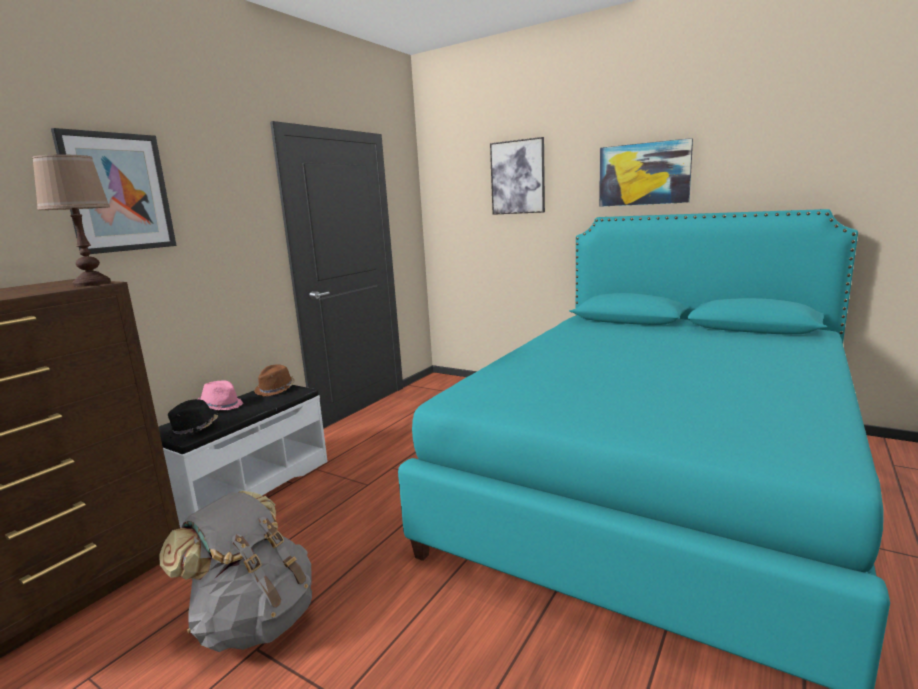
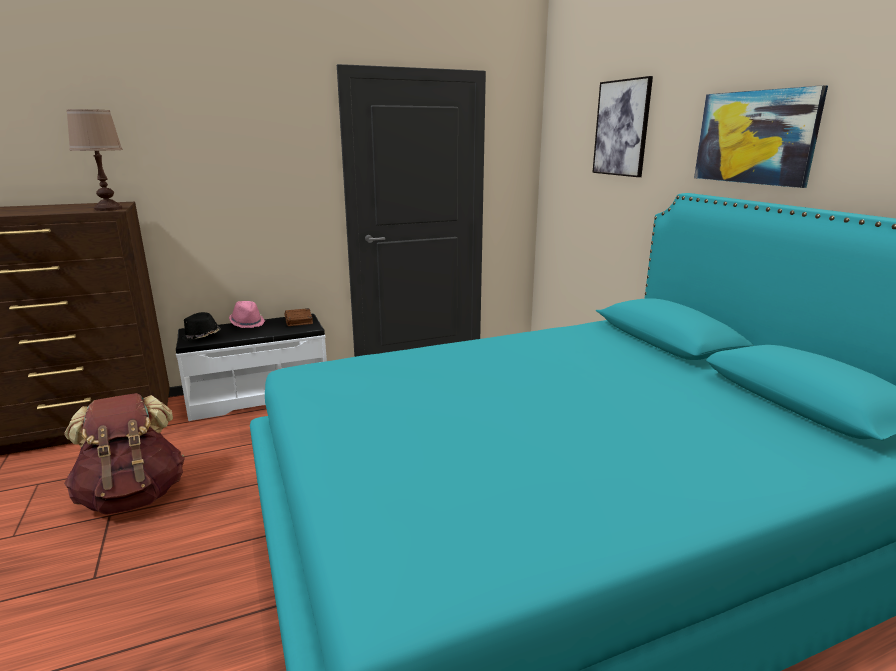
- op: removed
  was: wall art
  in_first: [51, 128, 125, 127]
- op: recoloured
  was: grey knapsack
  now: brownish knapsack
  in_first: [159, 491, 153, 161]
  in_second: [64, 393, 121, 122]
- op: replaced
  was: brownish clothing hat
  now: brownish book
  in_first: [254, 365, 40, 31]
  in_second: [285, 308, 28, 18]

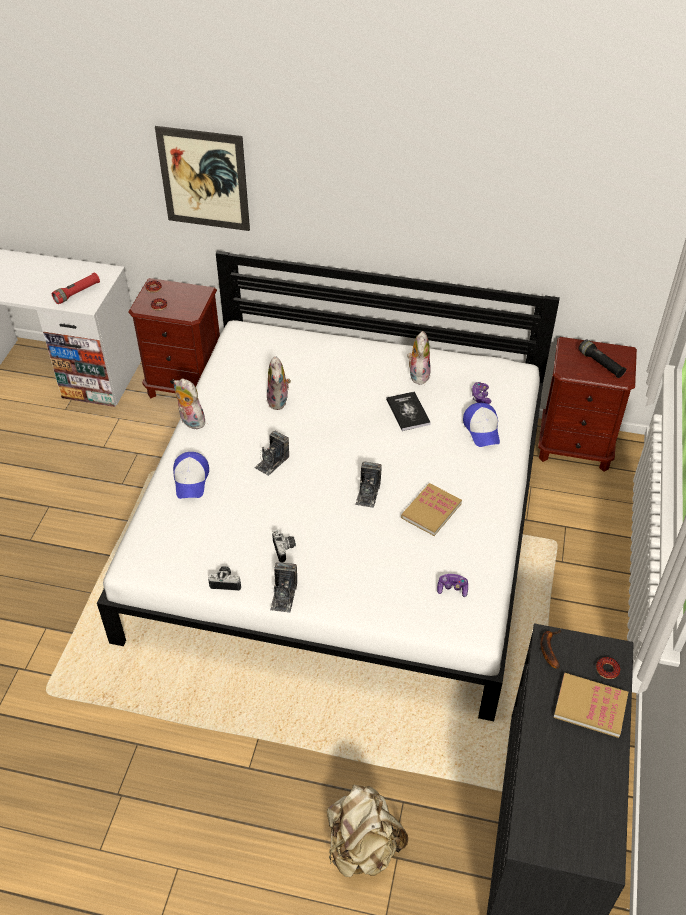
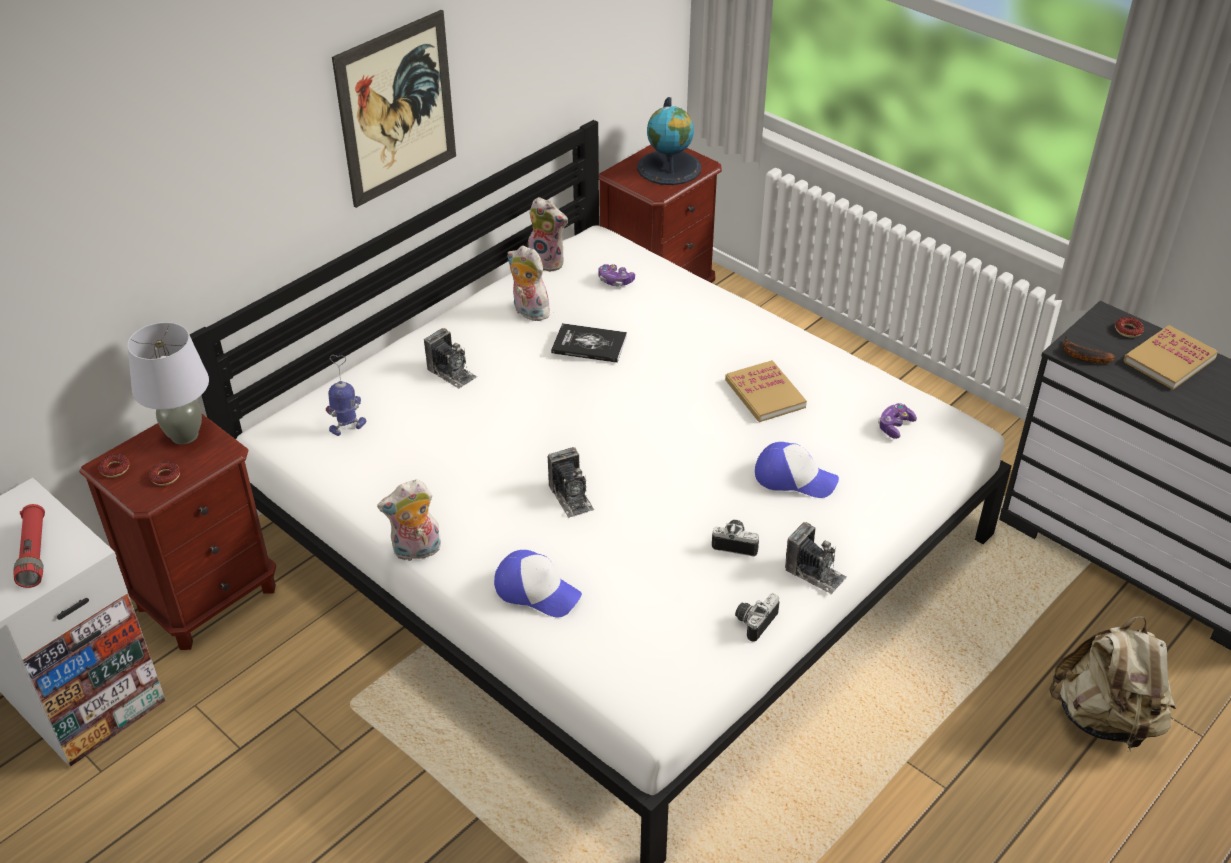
- op: moved
  was: wall art
  in_first: [155, 126, 95, 105]
  in_second: [332, 10, 124, 198]
- op: moved
  was: cuddly toy
  in_first: [267, 356, 24, 54]
  in_second: [528, 197, 40, 75]
- op: moved
  was: photo camera
  in_first: [355, 462, 27, 46]
  in_second: [424, 328, 53, 61]
- op: moved
  was: baseball cap
  in_first: [463, 403, 37, 44]
  in_second: [755, 442, 84, 56]
- op: replaced
  was: blackish hand torch
  now: world globe
  in_first: [579, 340, 47, 38]
  in_second: [637, 97, 64, 88]
- op: added
  now: grey lamp for a table
  in_second: [127, 322, 82, 123]
- op: added
  now: model robot
  in_second: [326, 355, 40, 81]

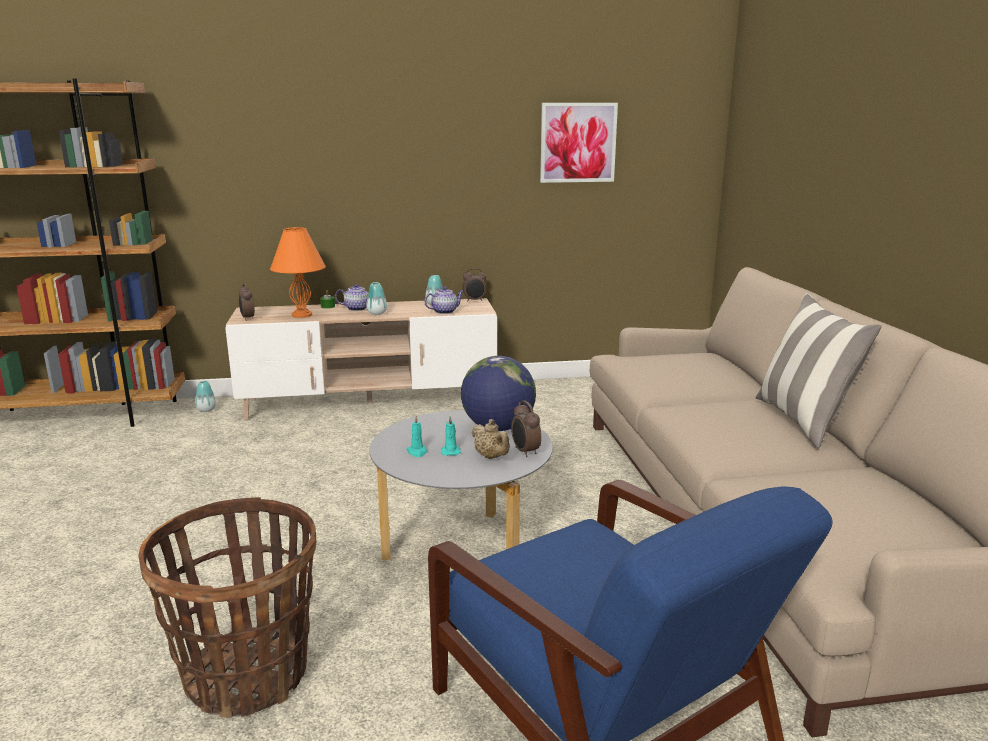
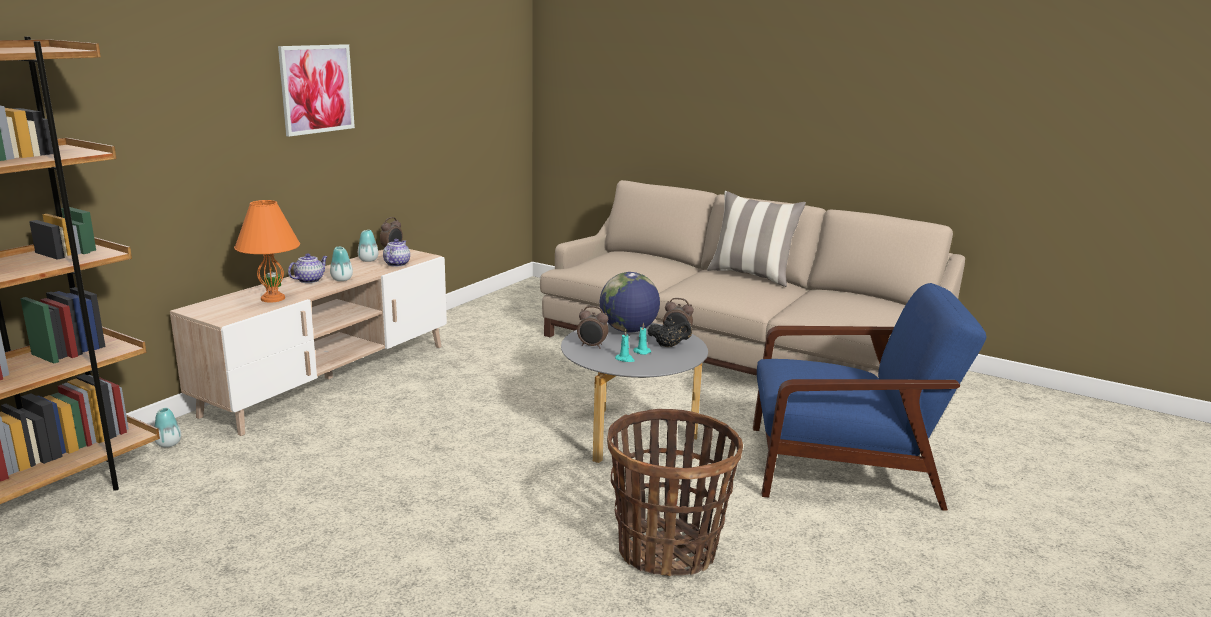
- op: moved
  was: bedside clock
  in_first: [239, 283, 16, 37]
  in_second: [577, 306, 31, 43]
- op: recoloured
  was: beige pot for tea
  now: blackish pot for tea
  in_first: [472, 419, 38, 40]
  in_second: [647, 316, 45, 31]
- op: moved
  was: wall art
  in_first: [540, 103, 78, 80]
  in_second: [278, 44, 77, 93]

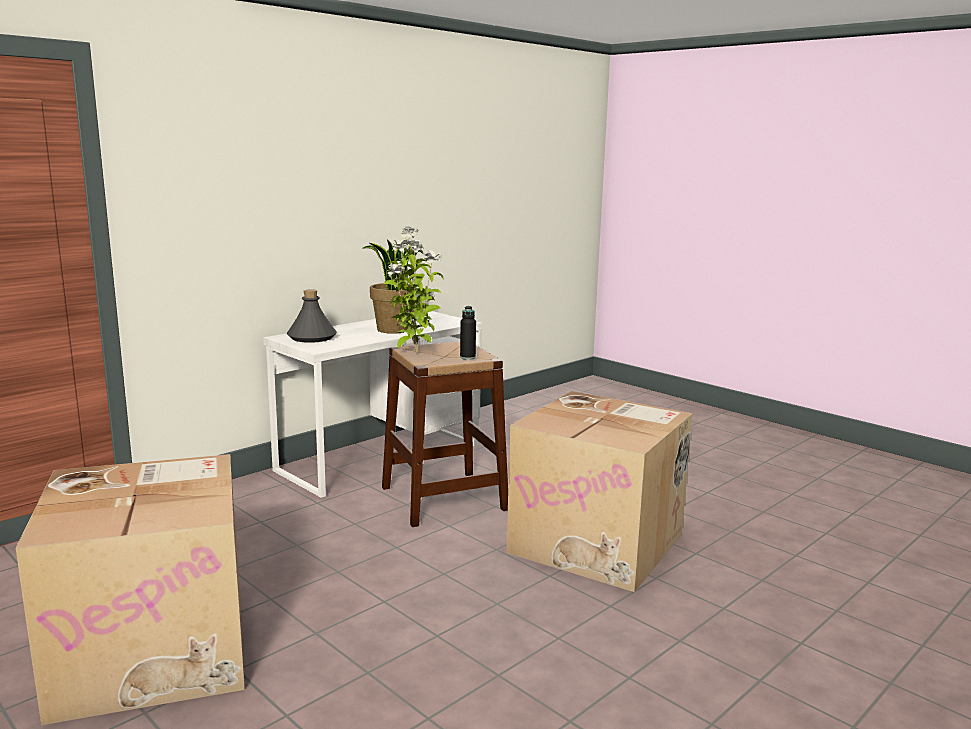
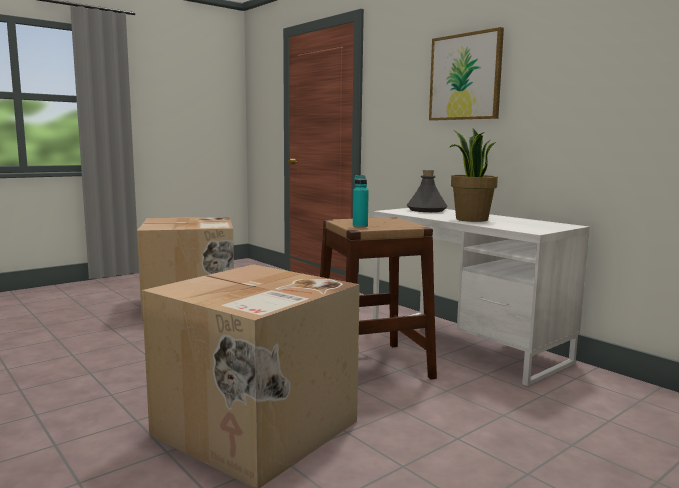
- op: removed
  was: potted plant
  in_first: [384, 227, 59, 126]
- op: recoloured
  was: blackish drink bottle
  now: turquoise drink bottle
  in_first: [460, 306, 16, 54]
  in_second: [353, 175, 16, 53]
- op: added
  now: wall art
  in_second: [429, 27, 75, 94]

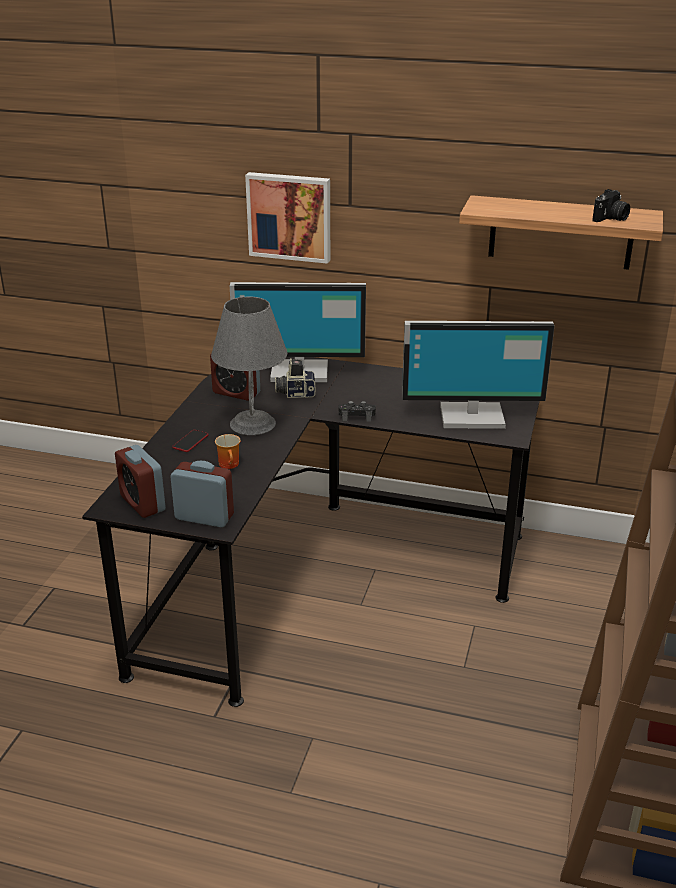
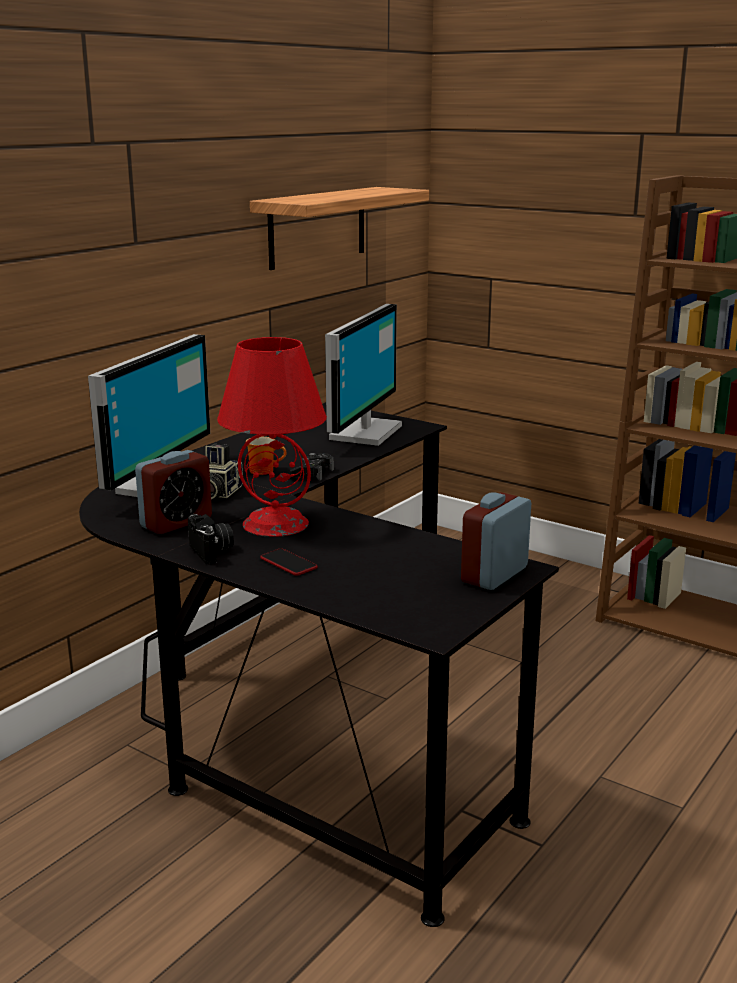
- op: removed
  was: bedside clock
  in_first: [115, 445, 51, 73]
- op: recoloured
  was: grey lamp for a table
  now: red lamp for a table
  in_first: [211, 296, 77, 139]
  in_second: [217, 337, 110, 200]
- op: moved
  was: mug
  in_first: [215, 434, 26, 35]
  in_second: [246, 437, 40, 38]
- op: removed
  was: wall art
  in_first: [245, 172, 85, 92]
- op: moved
  was: photo camera
  in_first: [592, 189, 38, 33]
  in_second: [188, 514, 46, 51]

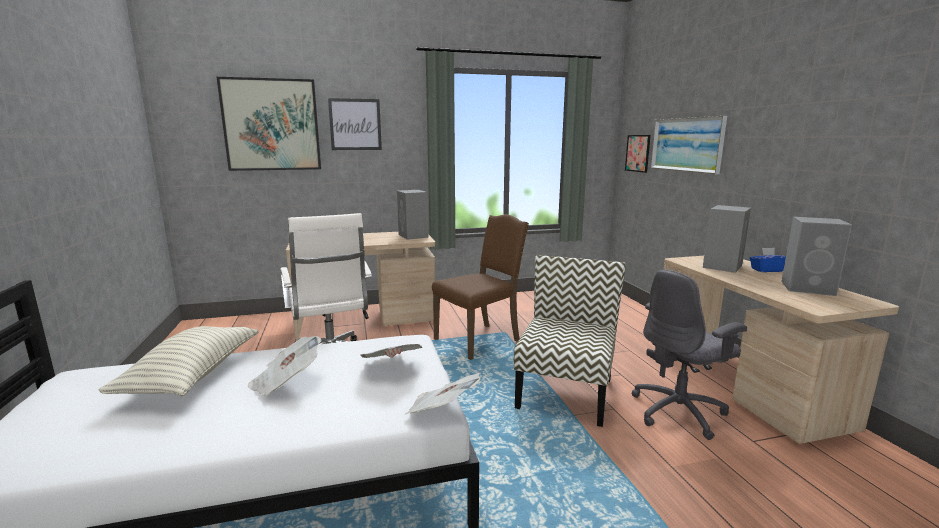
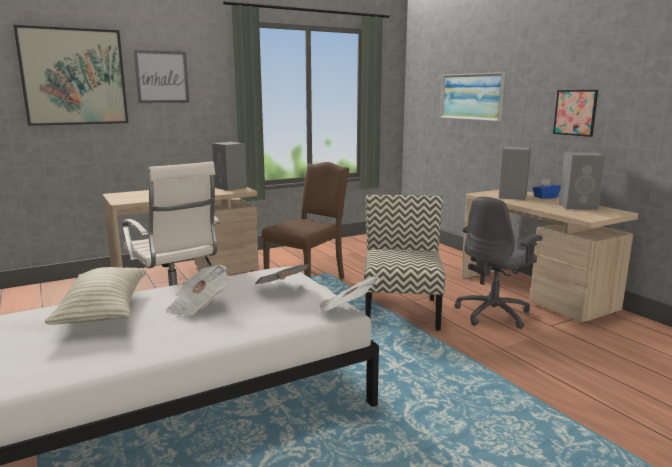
- op: moved
  was: wall art
  in_first: [625, 135, 26, 38]
  in_second: [553, 90, 45, 47]

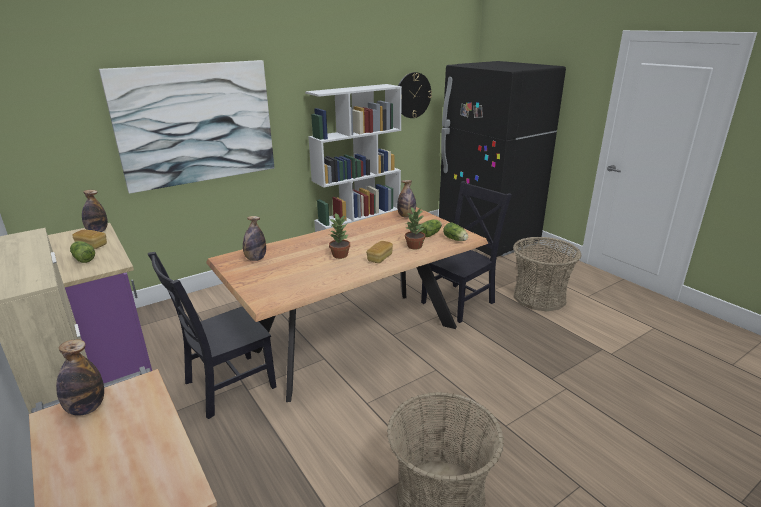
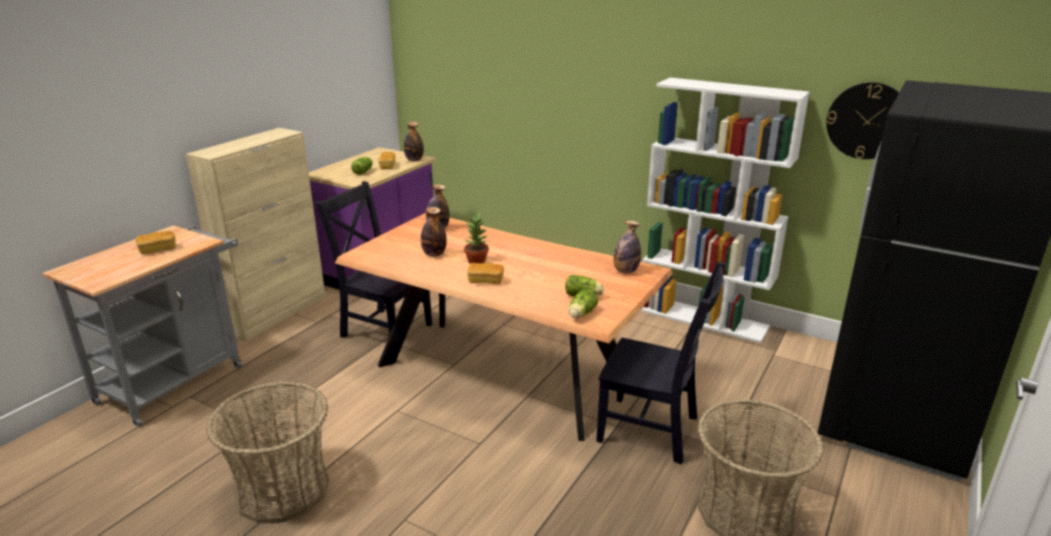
- op: moved
  was: drink bottle
  in_first: [56, 339, 48, 77]
  in_second: [421, 207, 26, 50]
- op: removed
  was: wall art
  in_first: [99, 60, 175, 134]
- op: removed
  was: potted plant
  in_first: [405, 207, 20, 42]
- op: added
  now: bread
  in_second: [136, 231, 40, 23]

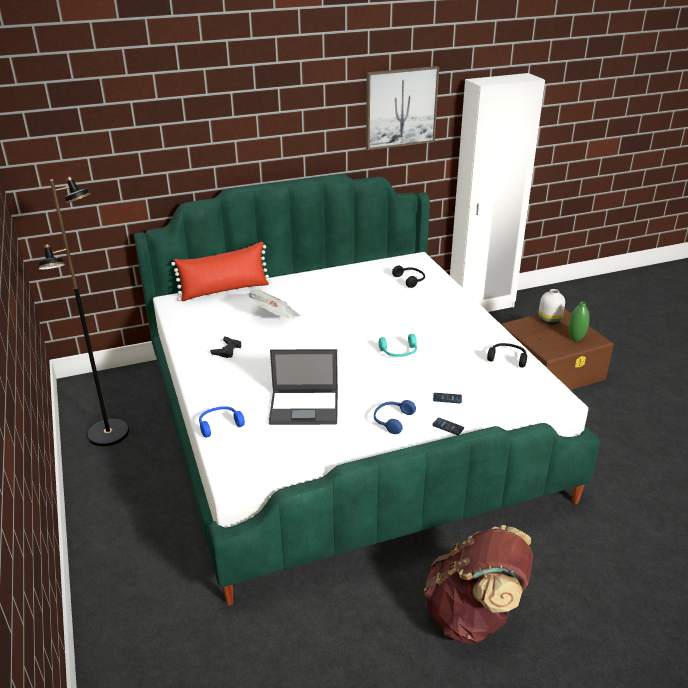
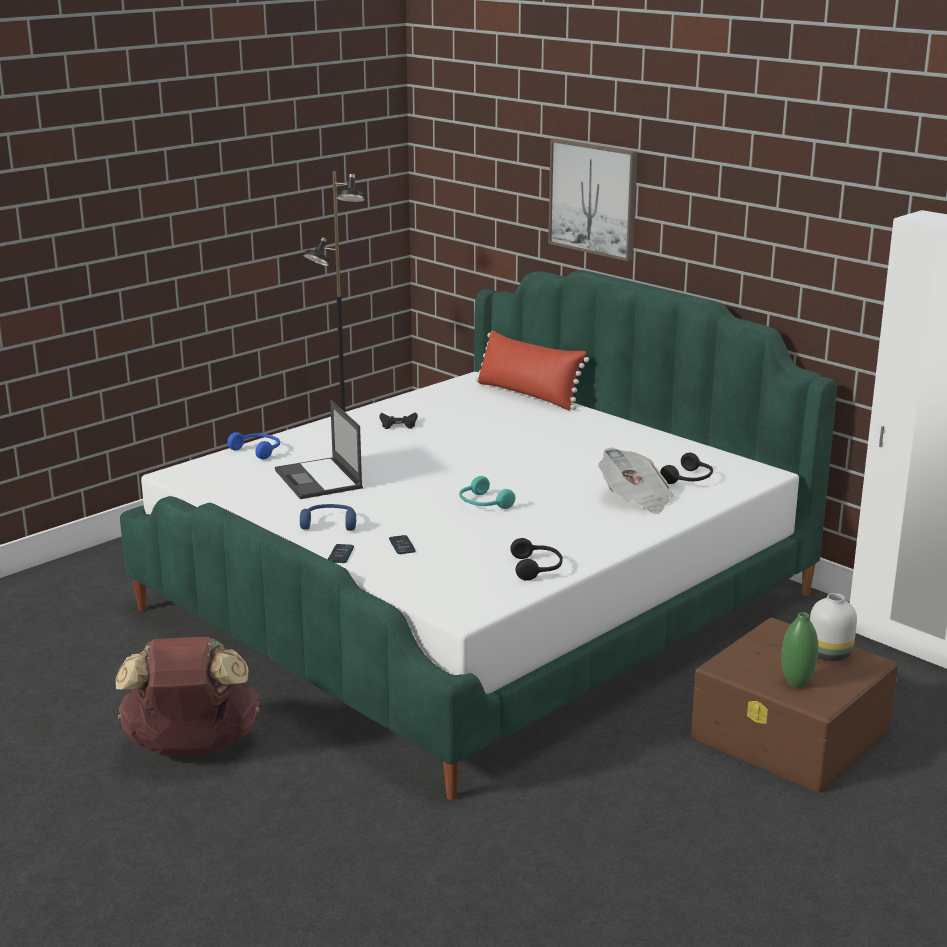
- op: moved
  was: daily paper
  in_first: [246, 290, 55, 27]
  in_second: [598, 448, 76, 66]
- op: moved
  was: wall art
  in_first: [366, 66, 73, 84]
  in_second: [548, 139, 90, 122]

